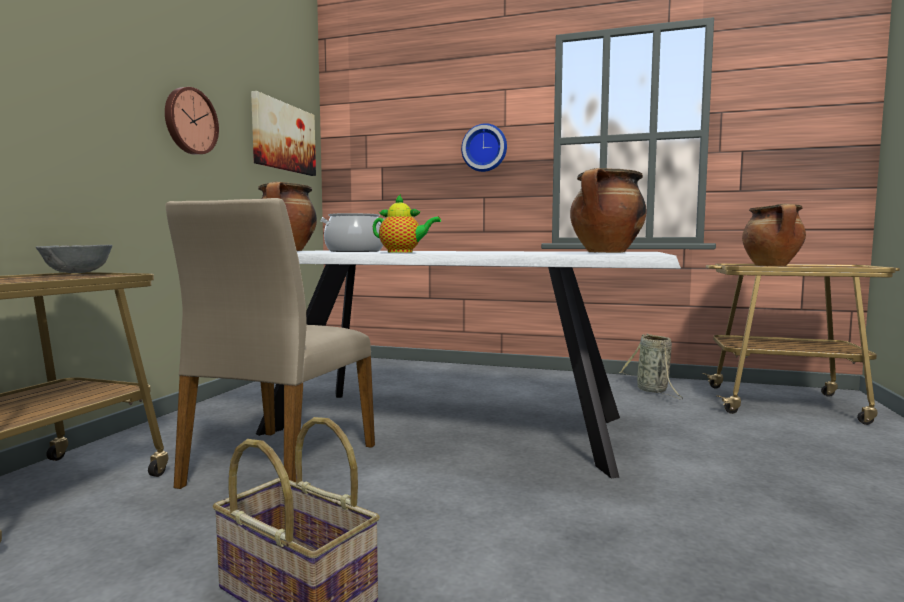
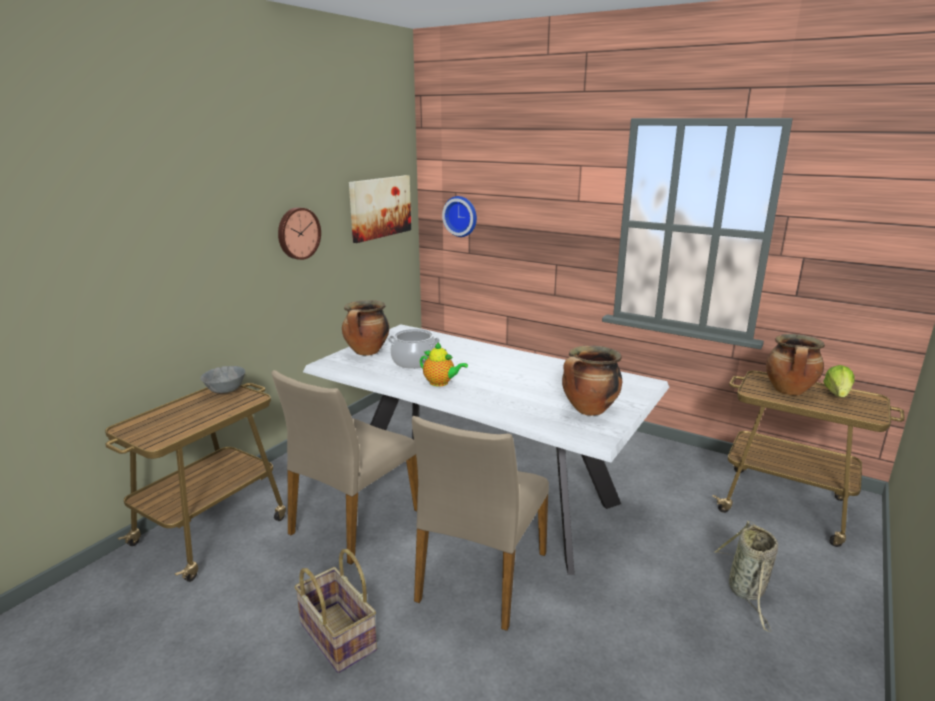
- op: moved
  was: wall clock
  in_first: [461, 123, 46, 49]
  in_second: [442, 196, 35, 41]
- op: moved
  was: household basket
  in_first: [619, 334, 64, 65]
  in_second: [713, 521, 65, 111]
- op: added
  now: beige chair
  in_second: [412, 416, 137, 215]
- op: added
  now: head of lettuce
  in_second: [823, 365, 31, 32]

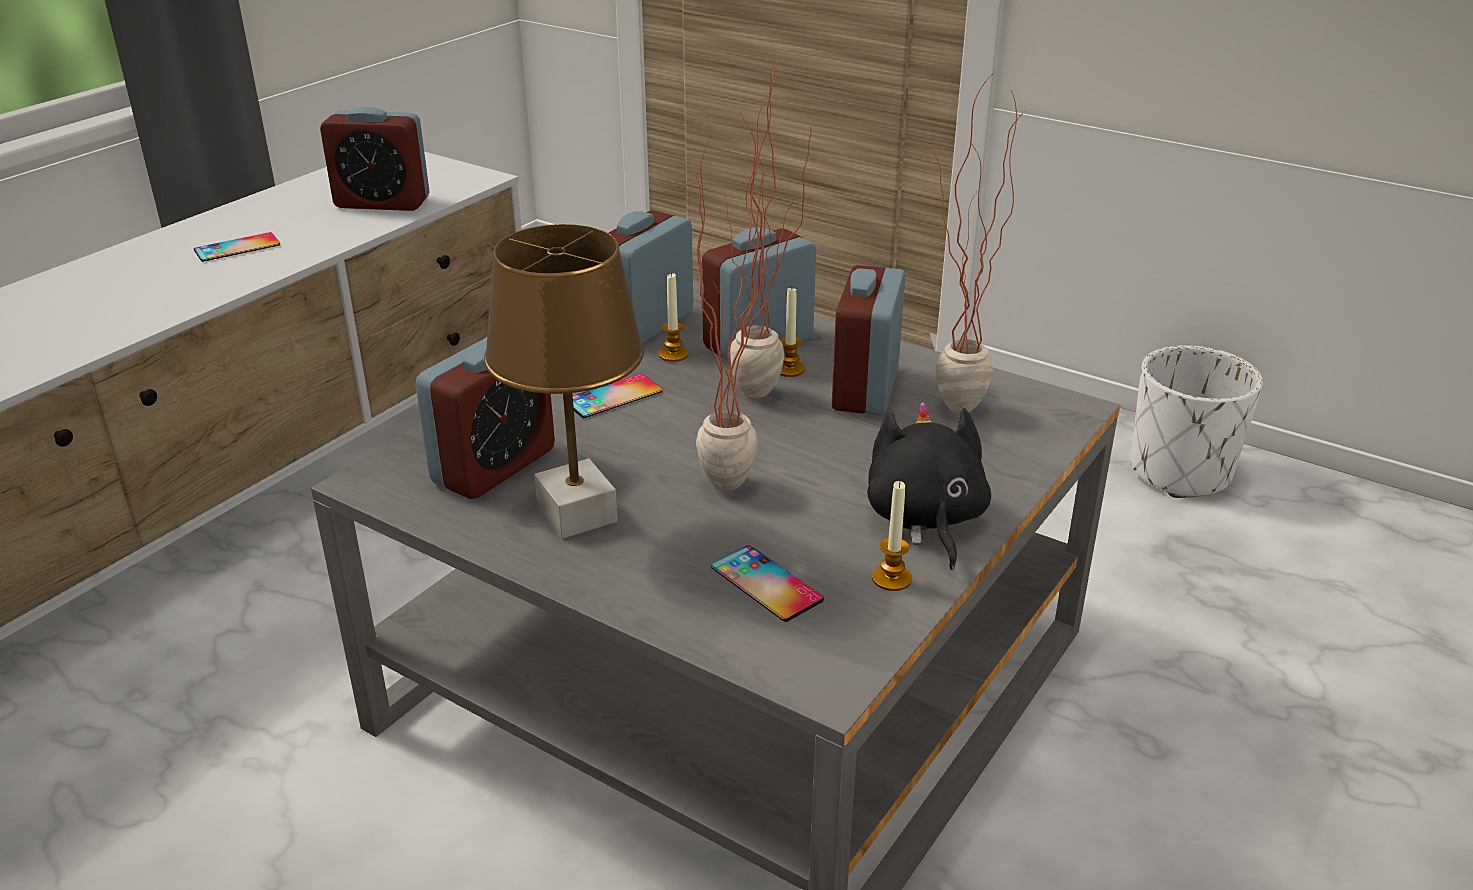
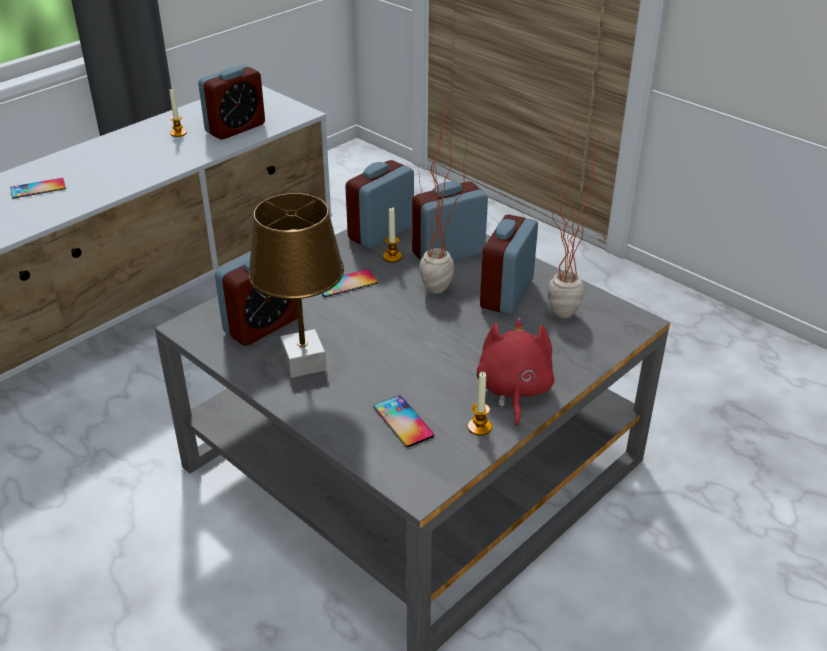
- op: moved
  was: phone
  in_first: [194, 232, 86, 30]
  in_second: [10, 178, 56, 21]
- op: turned
  was: bedside clock
  in_first: [320, 107, 110, 104]
  in_second: [198, 65, 67, 75]
  clockwise: -60
- op: removed
  was: potted plant
  in_first: [693, 111, 101, 380]
- op: moved
  was: wax candle
  in_first: [780, 287, 25, 90]
  in_second: [169, 88, 18, 49]
- op: recoloured
  was: blackish cuddly toy
  now: red cuddly toy
  in_first: [867, 403, 124, 167]
  in_second: [477, 318, 77, 109]
- op: removed
  was: white-coloured flower pot
  in_first: [1131, 345, 132, 153]

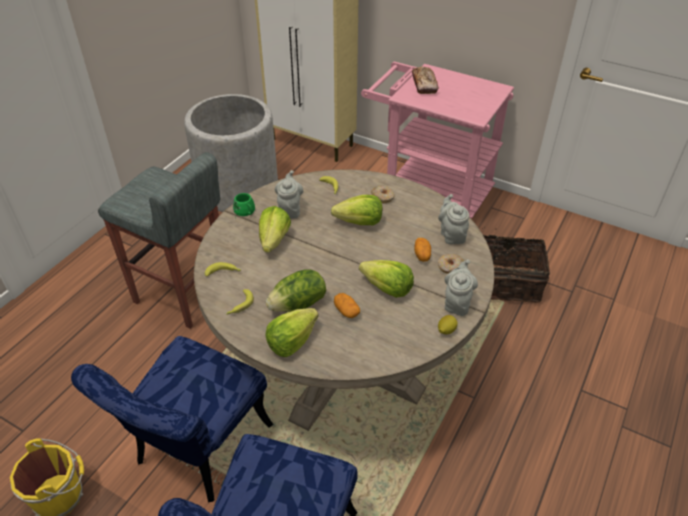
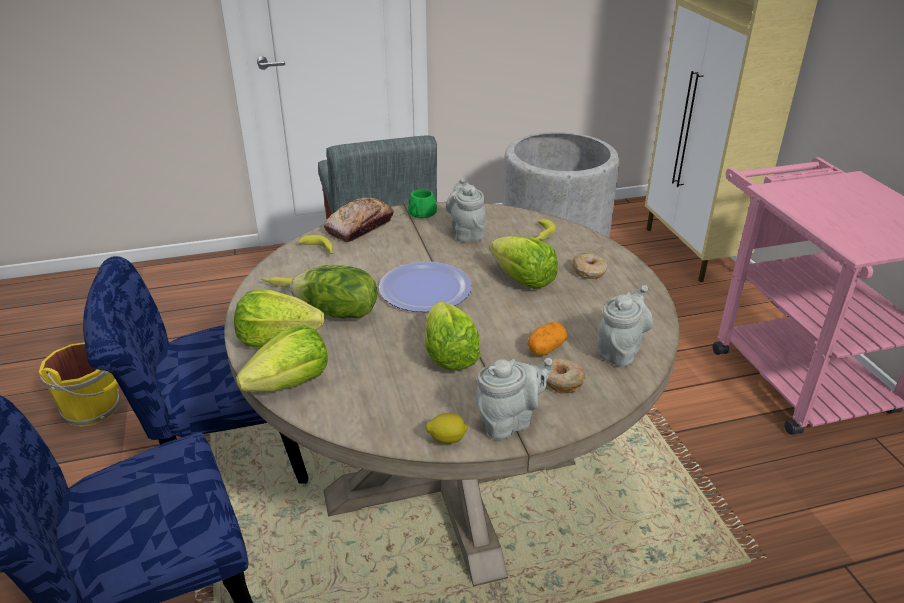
- op: moved
  was: head of lettuce
  in_first: [259, 206, 32, 47]
  in_second: [236, 325, 92, 67]
- op: turned
  was: grey pot for tea
  in_first: [275, 170, 28, 49]
  in_second: [446, 178, 40, 64]
  clockwise: -60
- op: removed
  was: potato
  in_first: [334, 293, 26, 25]
- op: moved
  was: bread
  in_first: [412, 67, 27, 27]
  in_second: [324, 198, 70, 44]
- op: removed
  was: household basket
  in_first: [483, 227, 67, 76]
- op: added
  now: flat dish
  in_second: [379, 261, 93, 51]

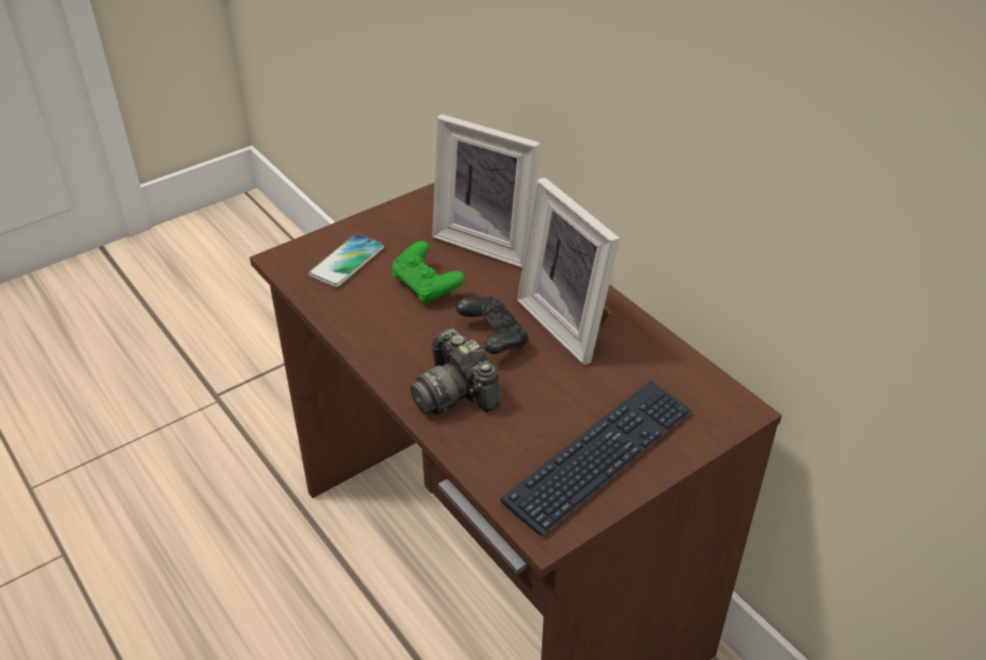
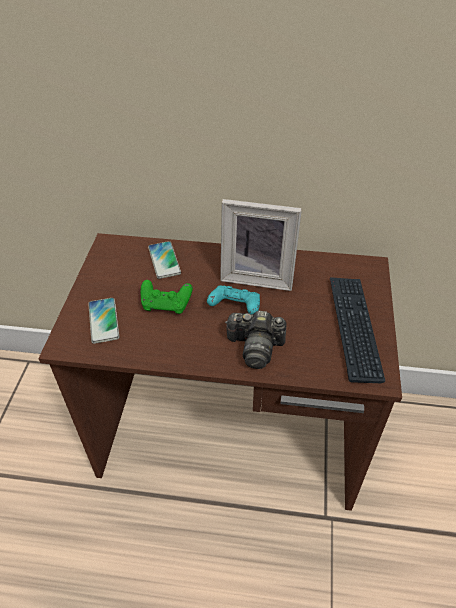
- op: replaced
  was: standing frame
  now: phone
  in_first: [432, 114, 108, 154]
  in_second: [148, 241, 33, 38]
- op: recoloured
  was: blackish gamepad
  now: turquoise gamepad
  in_first: [456, 297, 73, 57]
  in_second: [207, 285, 53, 29]

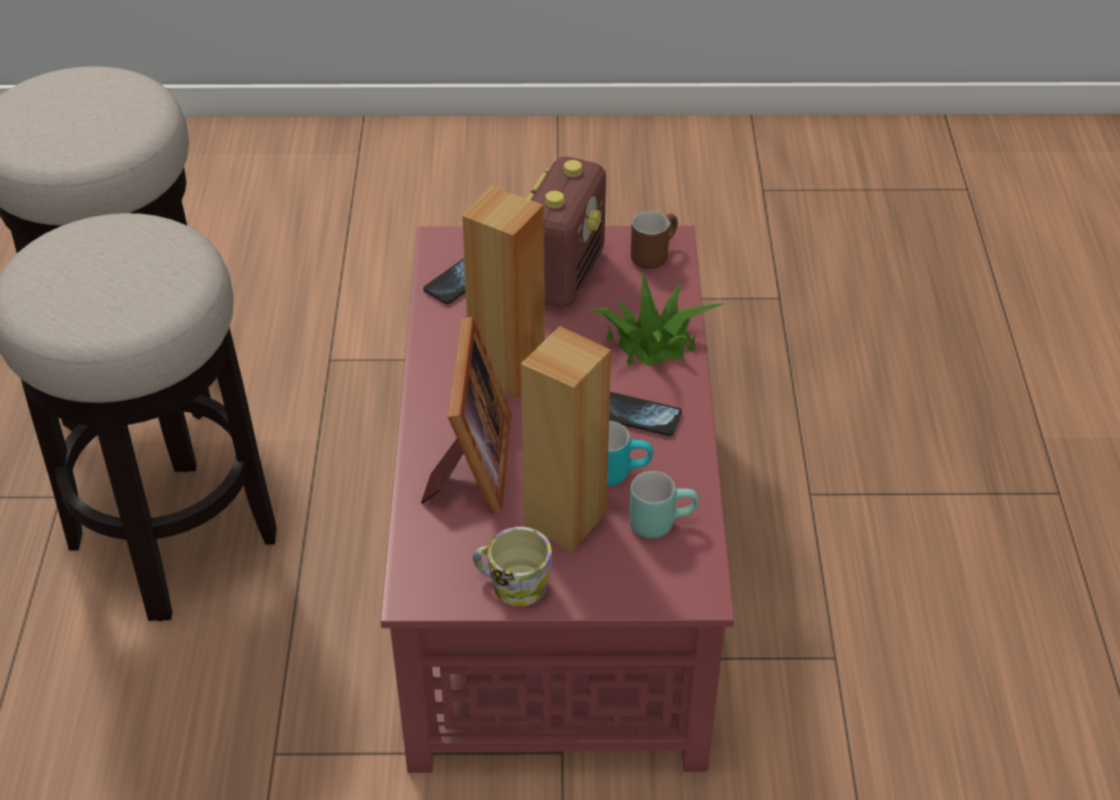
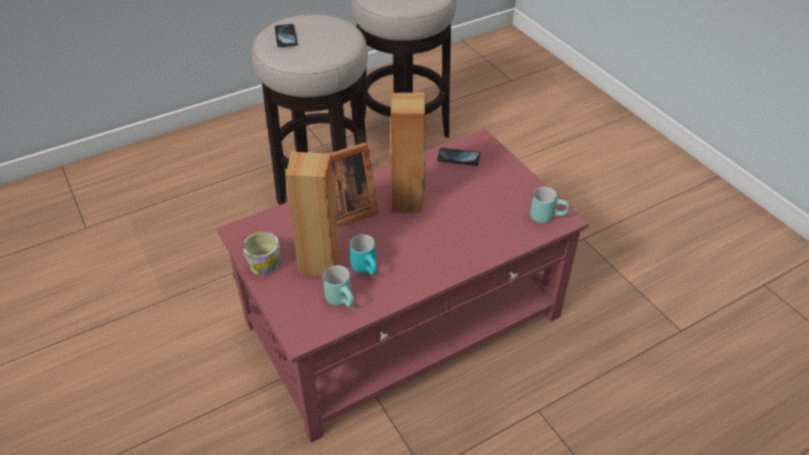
- op: removed
  was: radio set
  in_first: [527, 157, 79, 152]
- op: removed
  was: potted plant
  in_first: [584, 271, 139, 95]
- op: moved
  was: phone
  in_first: [609, 392, 73, 44]
  in_second: [275, 24, 22, 23]
- op: recoloured
  was: brownish mug
  now: turquoise mug
  in_first: [631, 211, 47, 58]
  in_second: [530, 187, 39, 36]

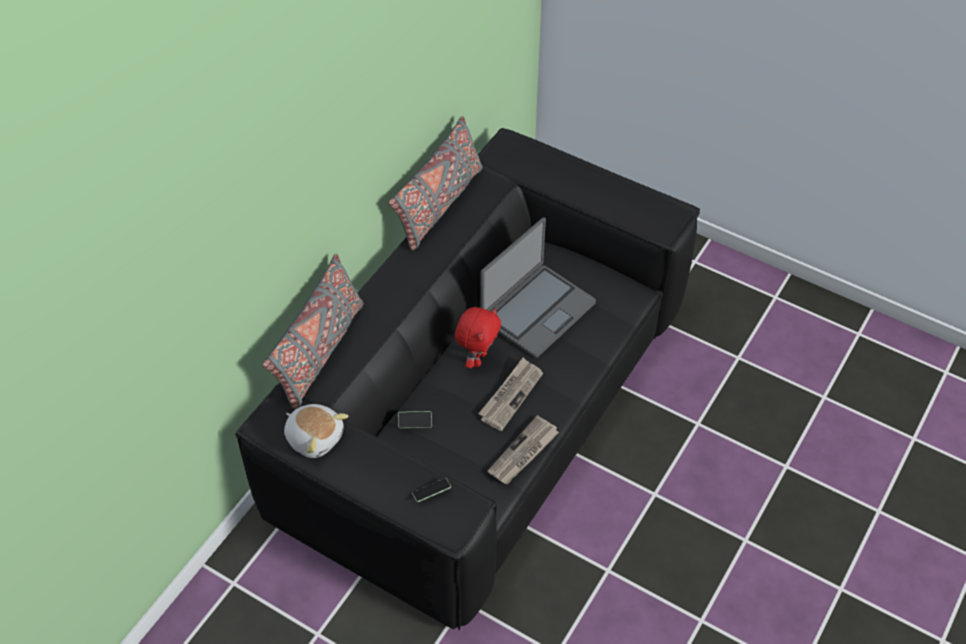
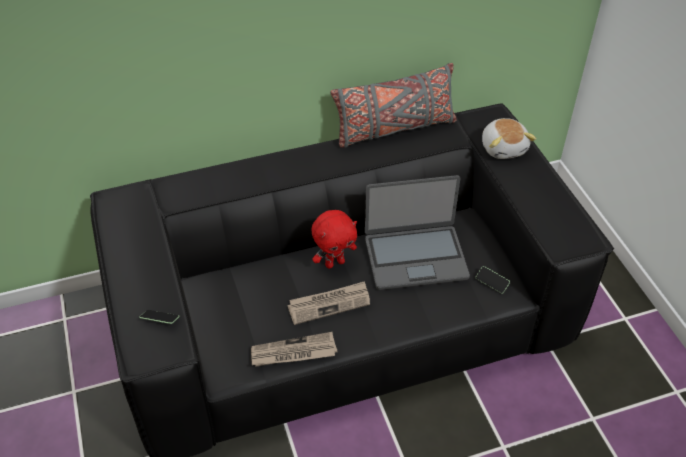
- op: removed
  was: grey throw pillow
  in_first: [263, 254, 100, 156]
- op: moved
  was: cuddly toy
  in_first: [284, 404, 65, 54]
  in_second: [482, 118, 54, 41]
- op: moved
  was: phone
  in_first: [398, 411, 34, 17]
  in_second: [475, 266, 35, 28]

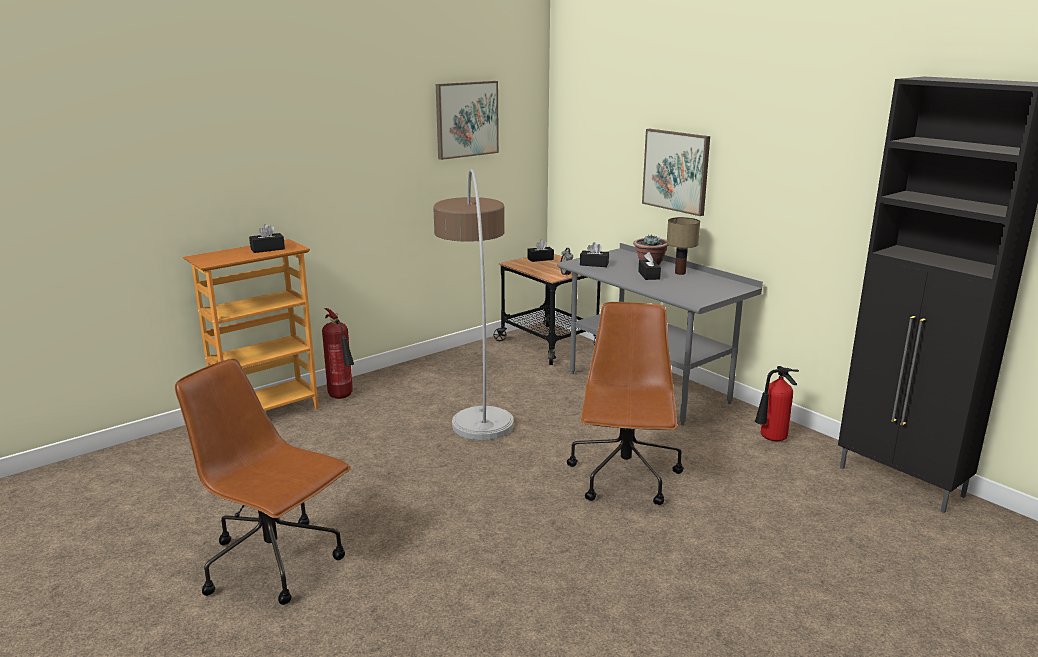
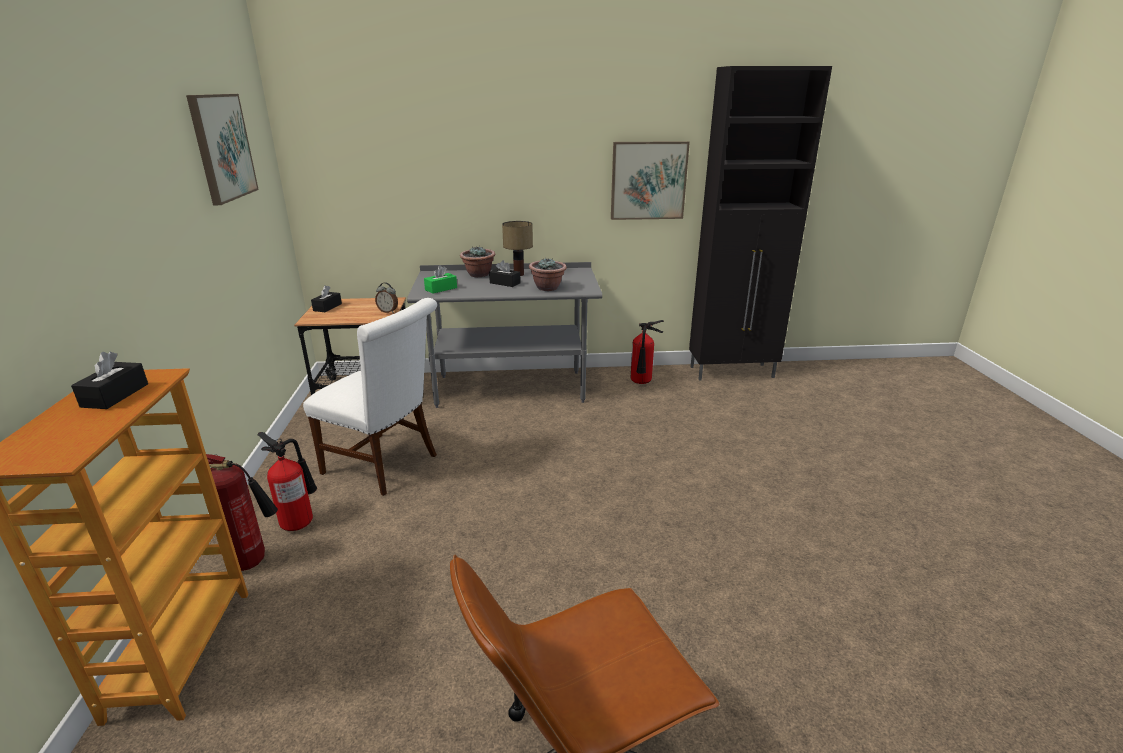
- op: replaced
  was: standing lamp
  now: white-coloured chair
  in_first: [433, 169, 81, 271]
  in_second: [303, 298, 134, 198]
- op: removed
  was: brownish desk chair
  in_first: [567, 302, 117, 203]
- op: recoloured
  was: blackish tissue box
  now: green-coloured tissue box
  in_first: [580, 242, 29, 25]
  in_second: [424, 265, 33, 29]
- op: moved
  was: wall art
  in_first: [642, 129, 68, 87]
  in_second: [611, 141, 79, 79]
- op: added
  now: fire extinguisher
  in_second: [258, 432, 59, 99]
- op: added
  now: potted plant
  in_second: [529, 258, 38, 33]

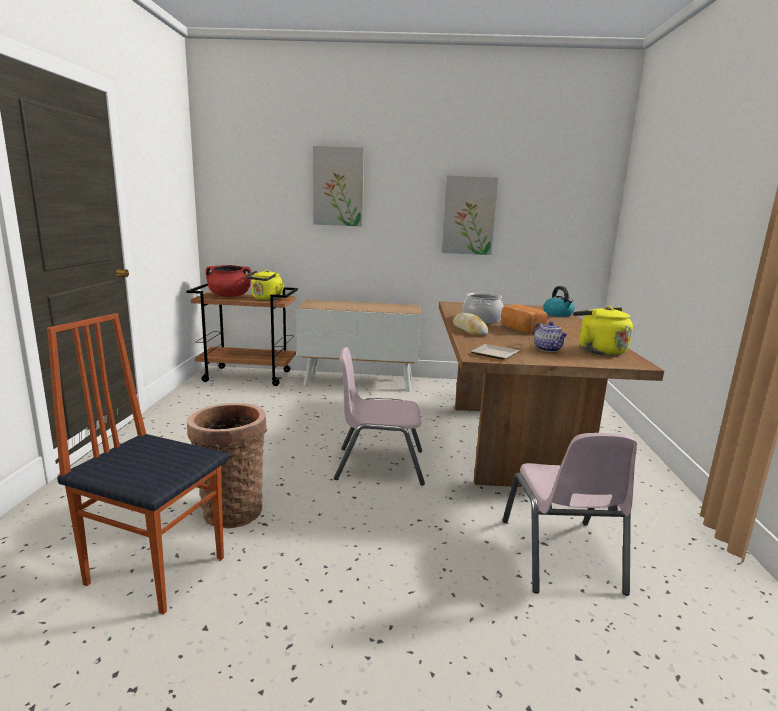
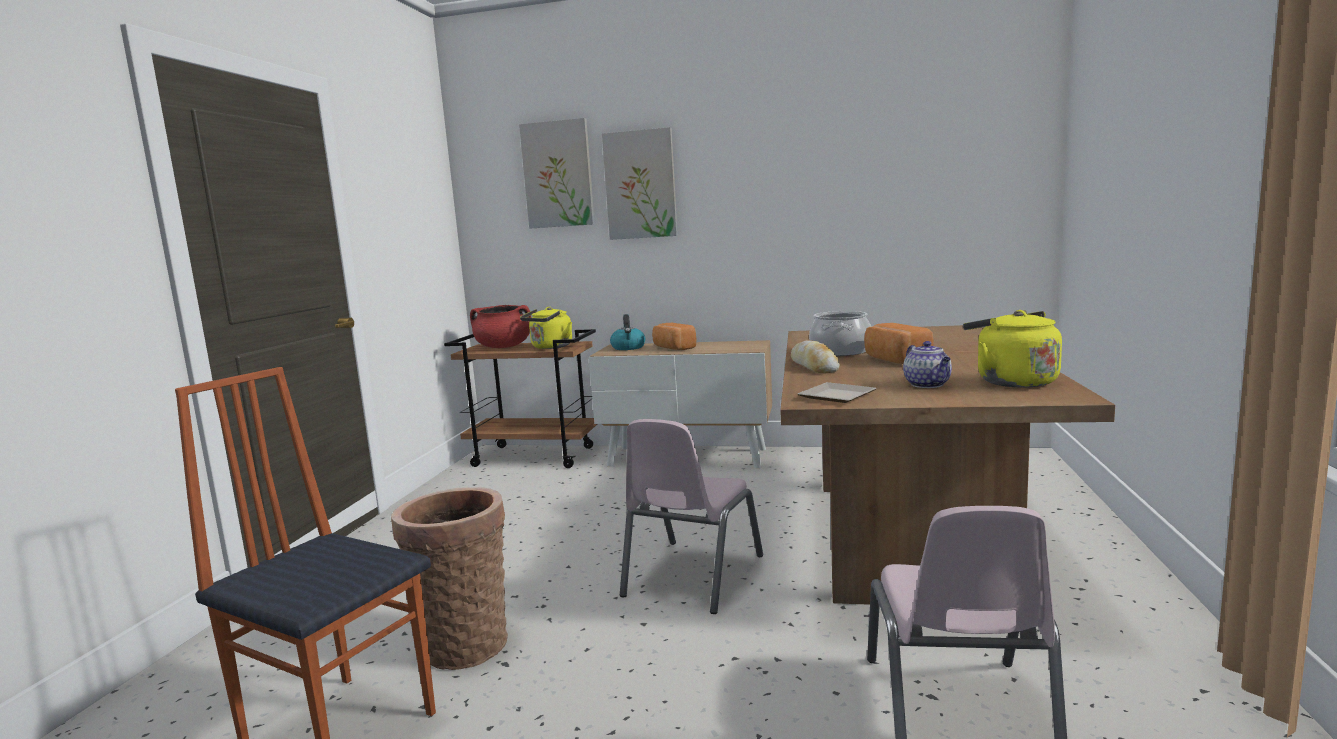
- op: turned
  was: pinkish chair
  in_first: [334, 347, 91, 139]
  in_second: [620, 419, 143, 195]
  clockwise: -75
- op: moved
  was: wall art
  in_first: [442, 175, 56, 80]
  in_second: [519, 118, 76, 111]
- op: moved
  was: tea kettle
  in_first: [543, 286, 32, 31]
  in_second: [610, 314, 35, 36]
- op: added
  now: bread
  in_second: [652, 323, 44, 27]

